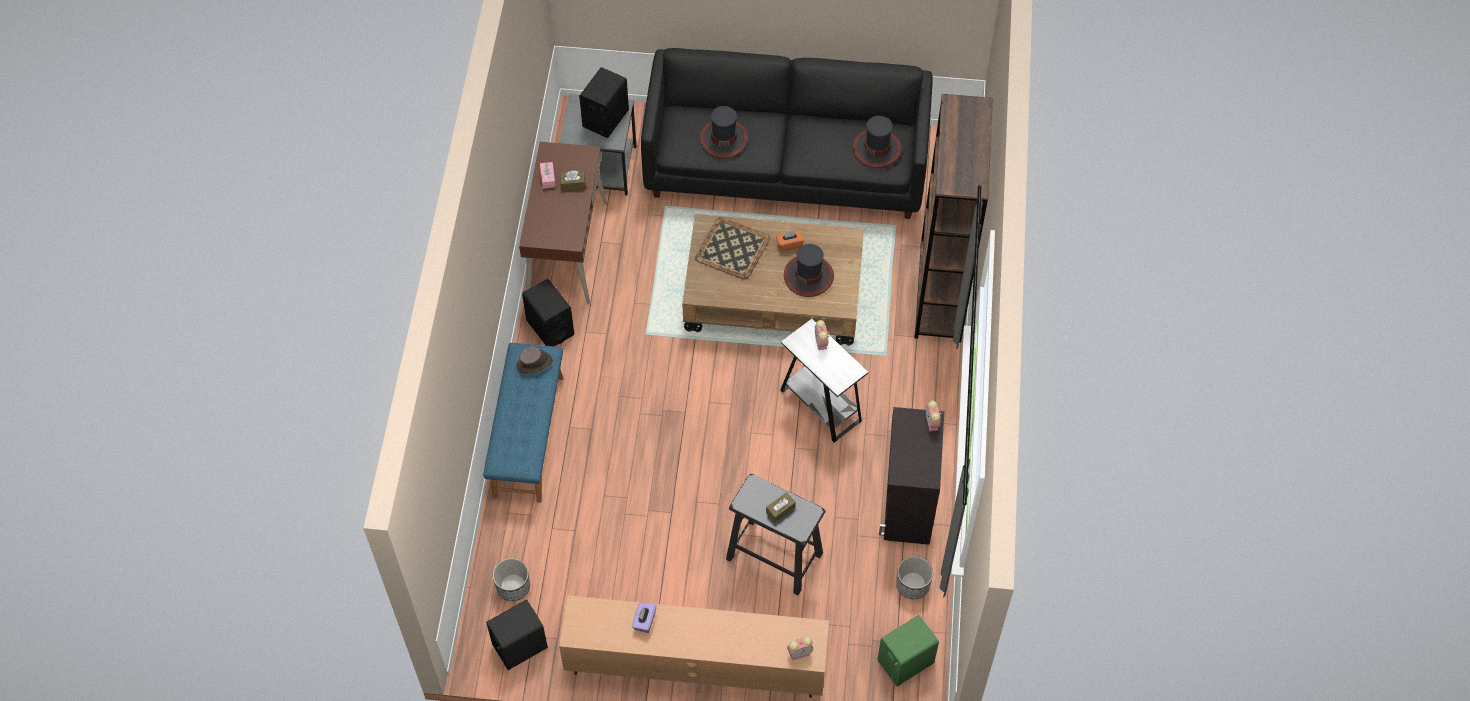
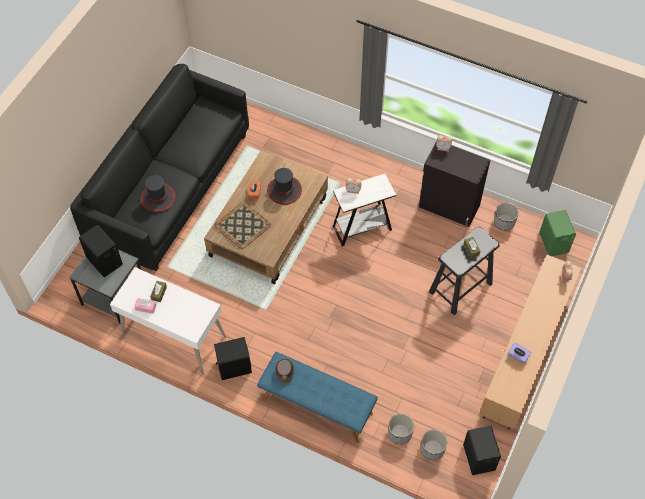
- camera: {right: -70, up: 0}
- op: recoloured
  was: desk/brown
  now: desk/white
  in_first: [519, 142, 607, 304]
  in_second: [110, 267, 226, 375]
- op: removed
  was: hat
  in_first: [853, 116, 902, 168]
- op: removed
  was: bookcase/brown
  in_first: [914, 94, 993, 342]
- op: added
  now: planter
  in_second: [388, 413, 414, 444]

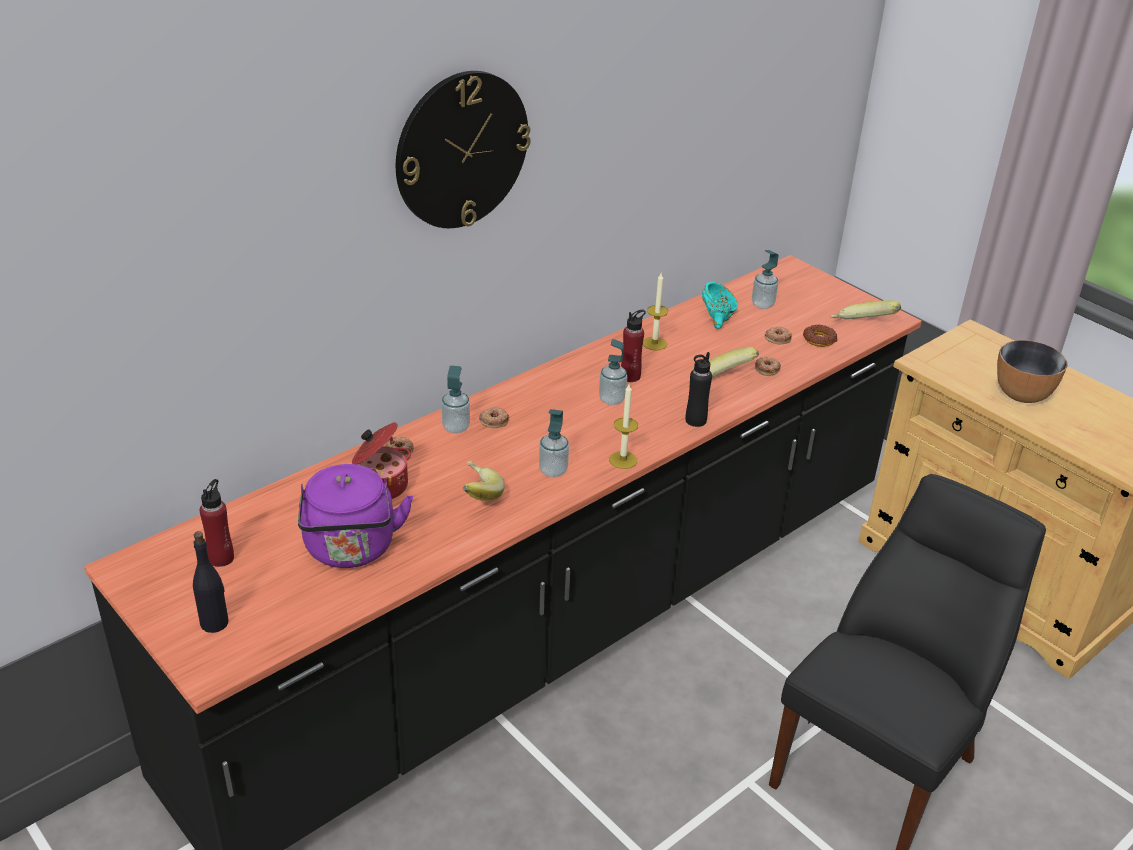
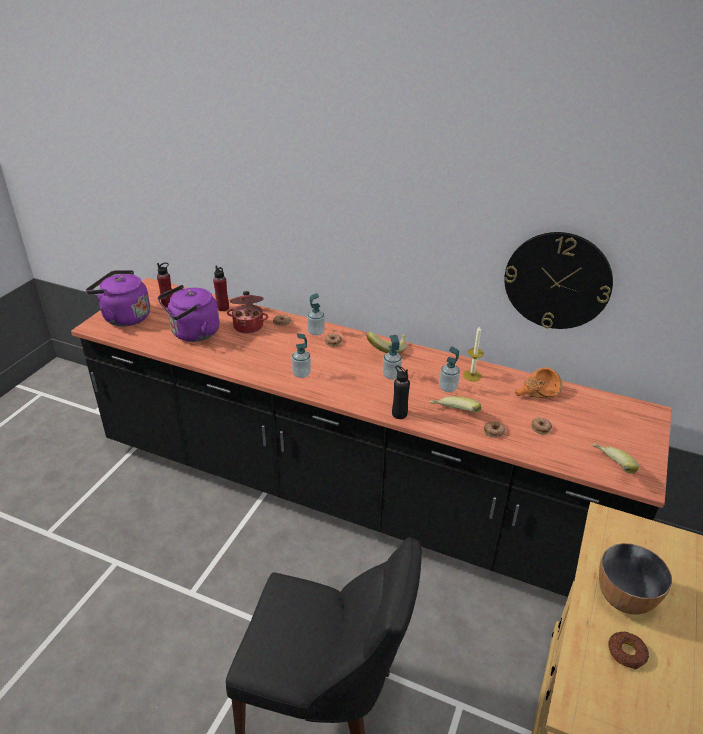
- camera: {right: 65, up: 0}
- op: replaced
  was: bottle/black
  now: kettle/purple
  in_first: [193, 531, 228, 633]
  in_second: [86, 270, 150, 326]
- op: moved
  was: wall clock
  in_first: [396, 71, 531, 228]
  in_second: [504, 232, 613, 329]
- op: moved
  was: banana
  in_first: [463, 461, 505, 501]
  in_second: [366, 332, 407, 354]
- op: removed
  was: candle
  in_first: [609, 384, 638, 469]
- op: moved
  was: bottle/red
  in_first: [621, 310, 646, 382]
  in_second: [213, 265, 229, 311]
- op: recoloured
  was: bowl/turquoise
  now: bowl/orange
  in_first: [702, 282, 738, 329]
  in_second: [515, 367, 562, 398]
- op: moved
  was: soap dispenser
  in_first: [752, 250, 778, 309]
  in_second: [439, 346, 460, 392]
- op: moved
  was: donut
  in_first: [803, 324, 838, 347]
  in_second: [608, 631, 649, 669]

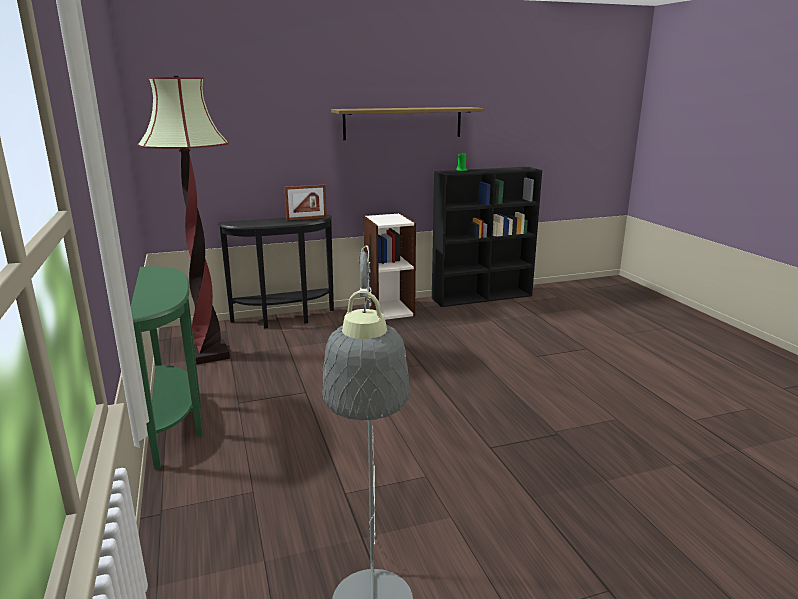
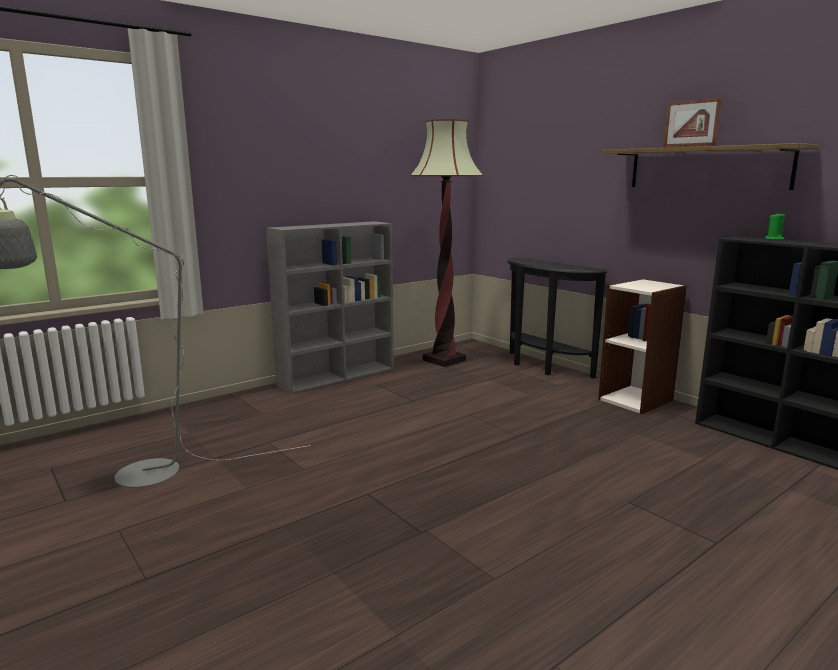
- camera: {right: 70, up: -5}
- op: replaced
  was: console table/green
  now: bookcase/grey
  in_first: [131, 267, 203, 469]
  in_second: [266, 221, 394, 394]
- op: moved
  was: picture frame
  in_first: [284, 185, 327, 220]
  in_second: [663, 97, 722, 148]

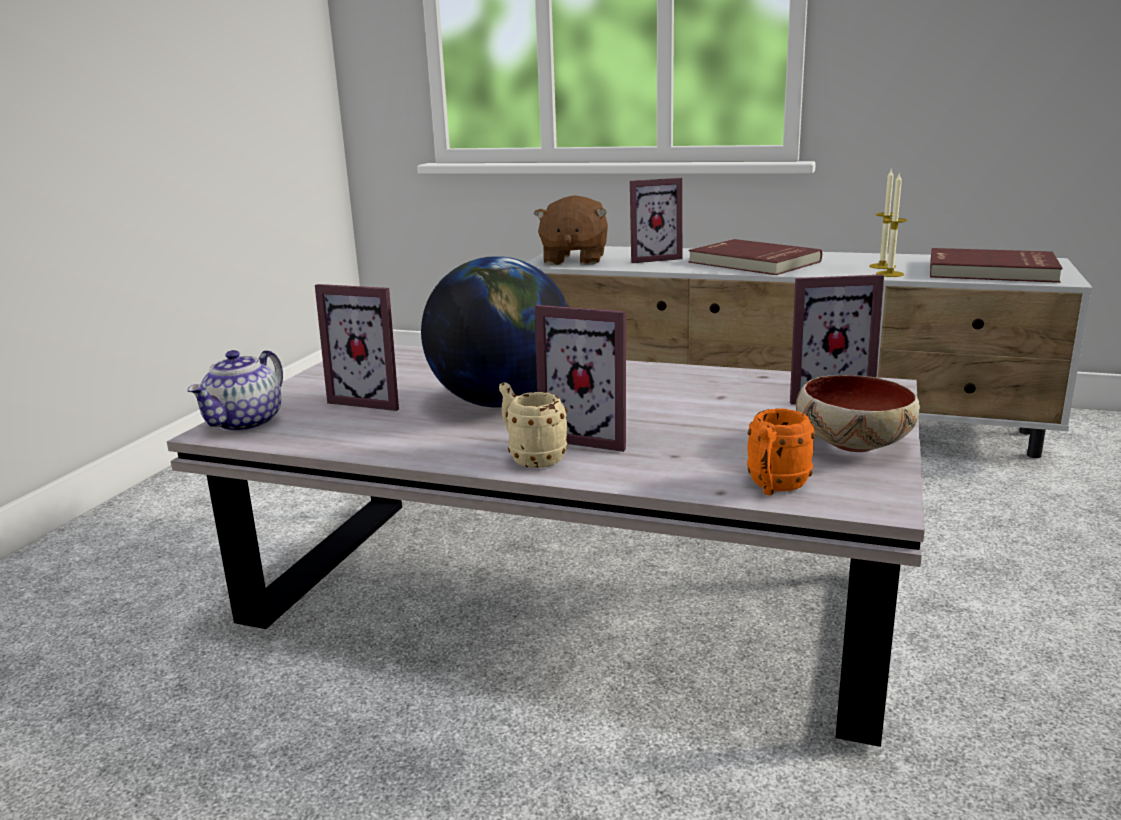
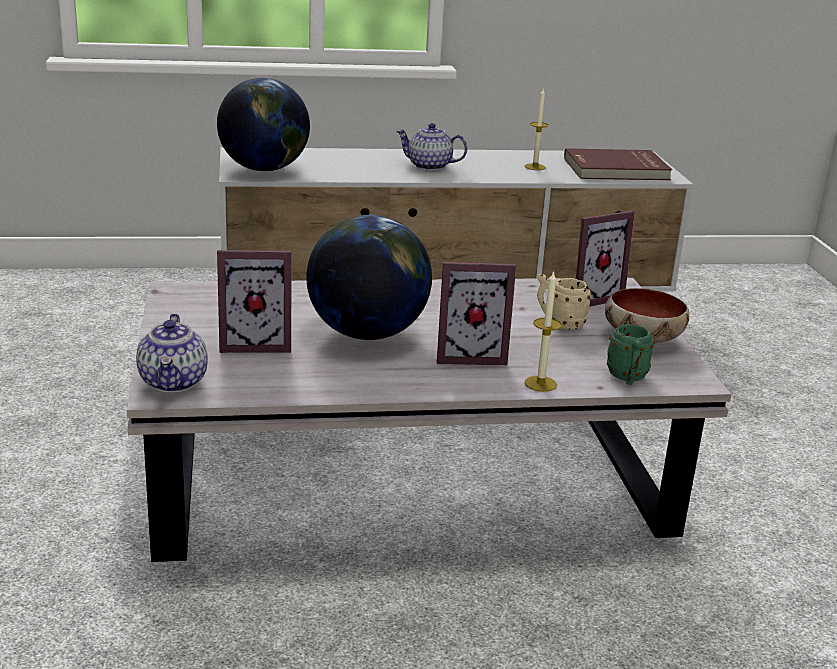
- camera: {right: -30, up: 5}
- op: moved
  was: mug/beige
  in_first: [499, 382, 568, 468]
  in_second: [537, 274, 592, 330]
- op: replaced
  was: plush toy/brown
  now: globe
  in_first: [533, 195, 608, 265]
  in_second: [217, 78, 310, 171]
- op: removed
  was: picture frame
  in_first: [630, 178, 683, 263]
- op: replaced
  was: book/red
  now: teapot
  in_first: [688, 239, 822, 275]
  in_second: [396, 123, 468, 171]
- op: recoloured
  was: mug/orange
  now: mug/green
  in_first: [747, 408, 815, 495]
  in_second: [607, 324, 655, 385]
- op: moved
  was: candle
  in_first: [876, 172, 907, 277]
  in_second: [525, 270, 562, 392]

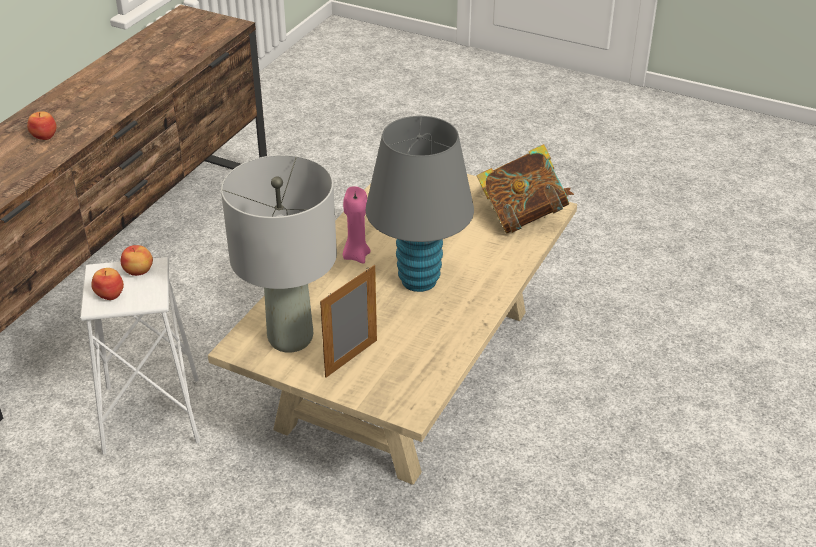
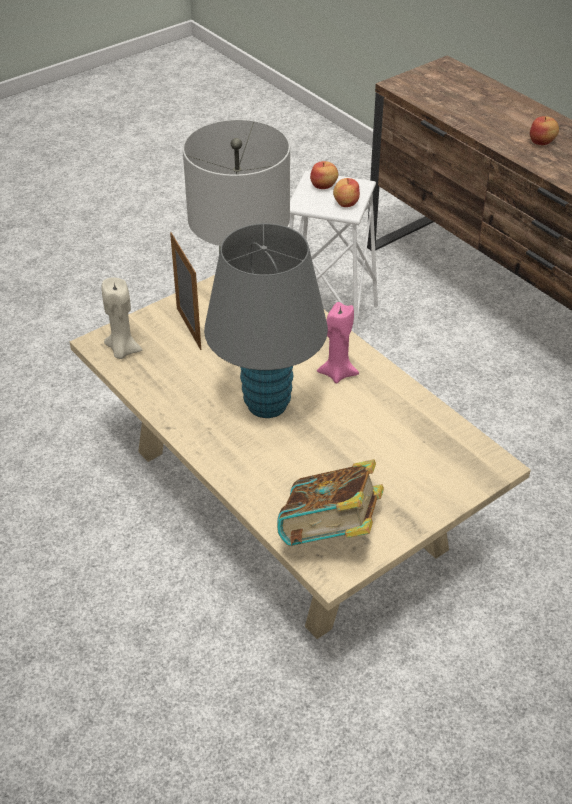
- camera: {right: 115, up: 5}
- op: added
  now: candle/beige
  in_second: [102, 278, 142, 359]

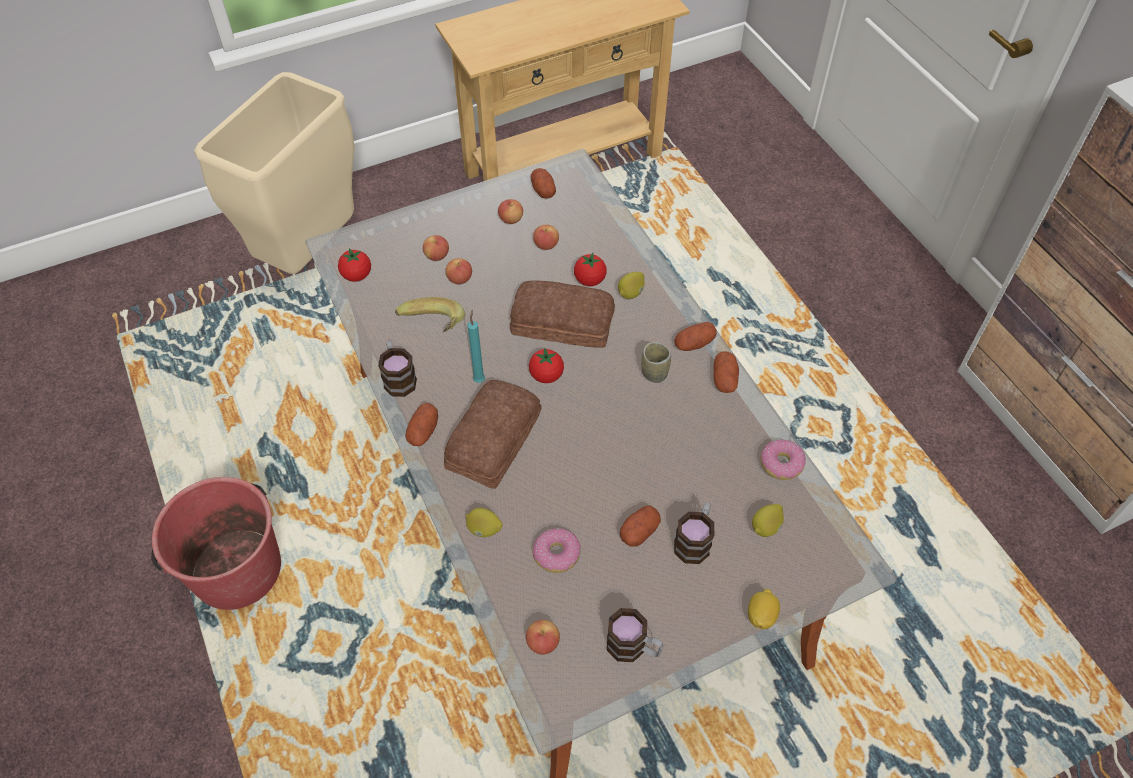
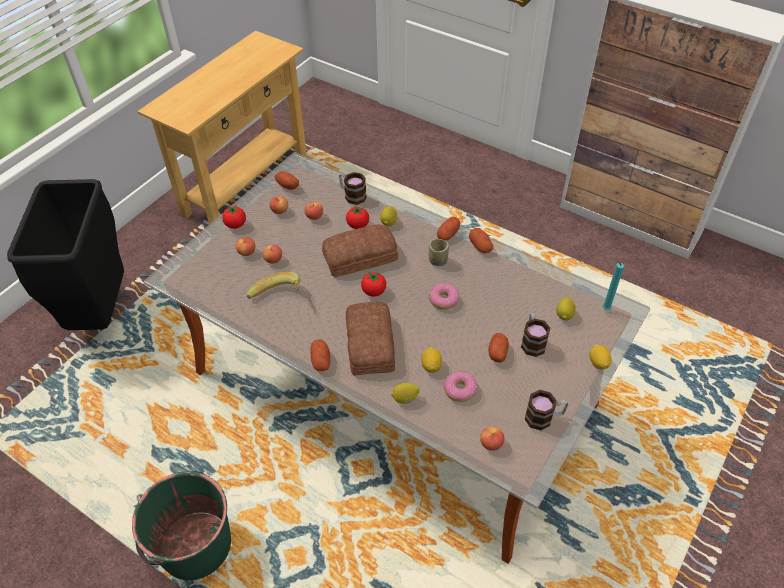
- camera: {right: -30, up: -5}
- op: recoloured
  was: bucket/red
  now: bucket/green
  in_first: [151, 477, 281, 610]
  in_second: [132, 471, 231, 580]
- op: recoloured
  was: trash can/beige
  now: trash can/black
  in_first: [194, 72, 355, 274]
  in_second: [7, 179, 124, 330]
- op: moved
  was: tomato
  in_first: [338, 248, 371, 281]
  in_second: [222, 206, 246, 229]
- op: moved
  was: mug
  in_first: [378, 340, 417, 397]
  in_second: [339, 172, 367, 205]
- op: moved
  was: candle/turquoise
  in_first: [467, 310, 485, 383]
  in_second: [602, 255, 624, 310]
- op: moved
  was: donut
  in_first: [761, 439, 806, 480]
  in_second: [429, 283, 459, 310]
- op: added
  now: lemon
  in_second: [421, 347, 442, 373]

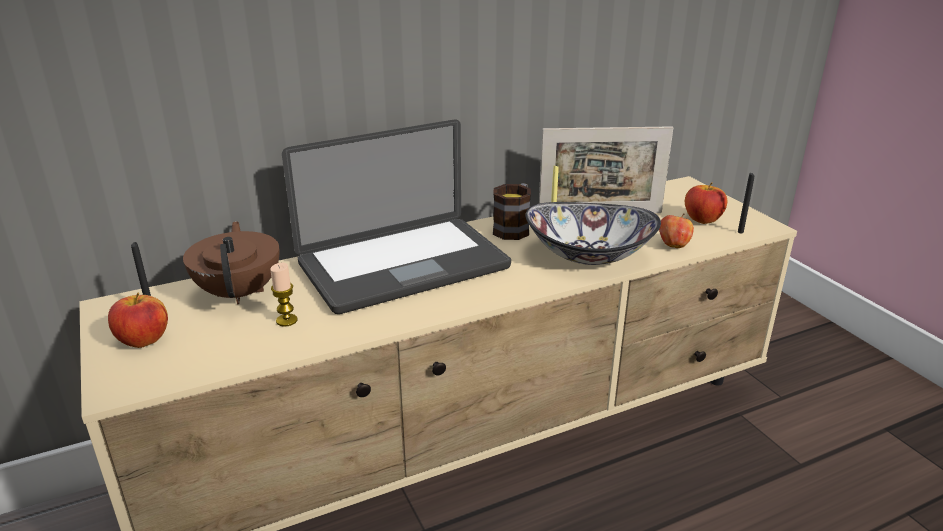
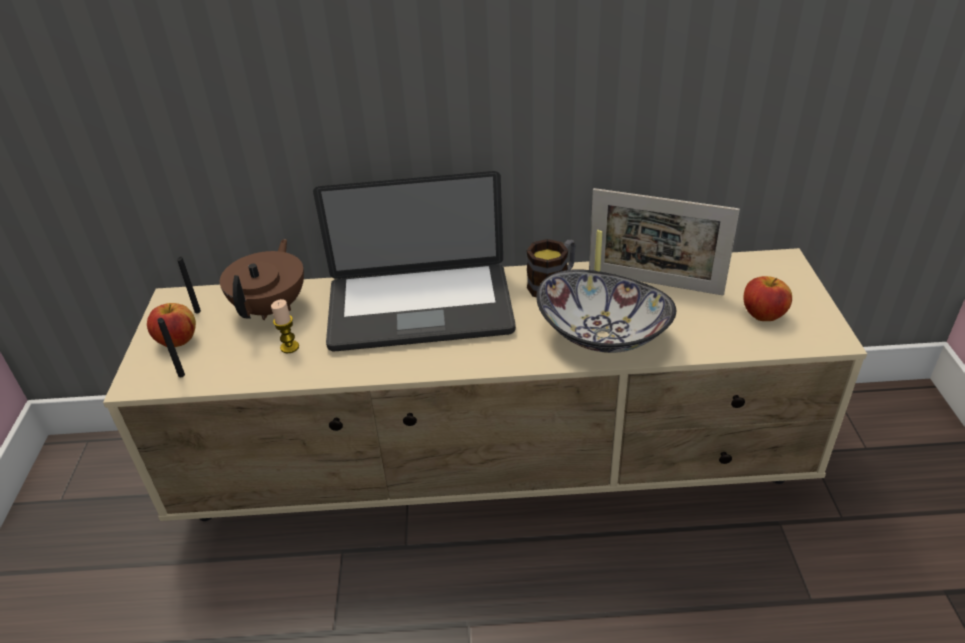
- camera: {right: 25, up: 10}
- op: removed
  was: apple
  in_first: [659, 213, 694, 248]
- op: moved
  was: candle/black
  in_first: [738, 172, 755, 234]
  in_second: [157, 318, 185, 377]

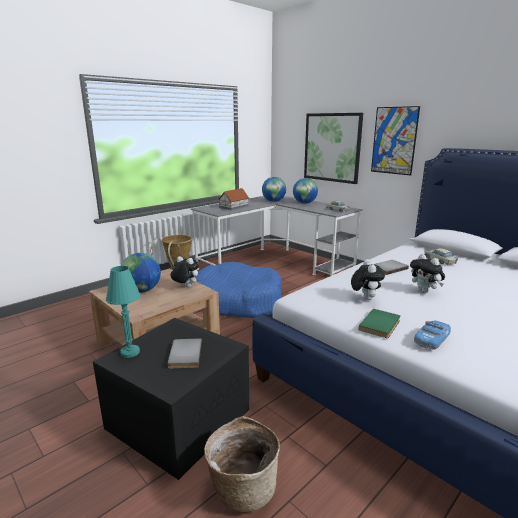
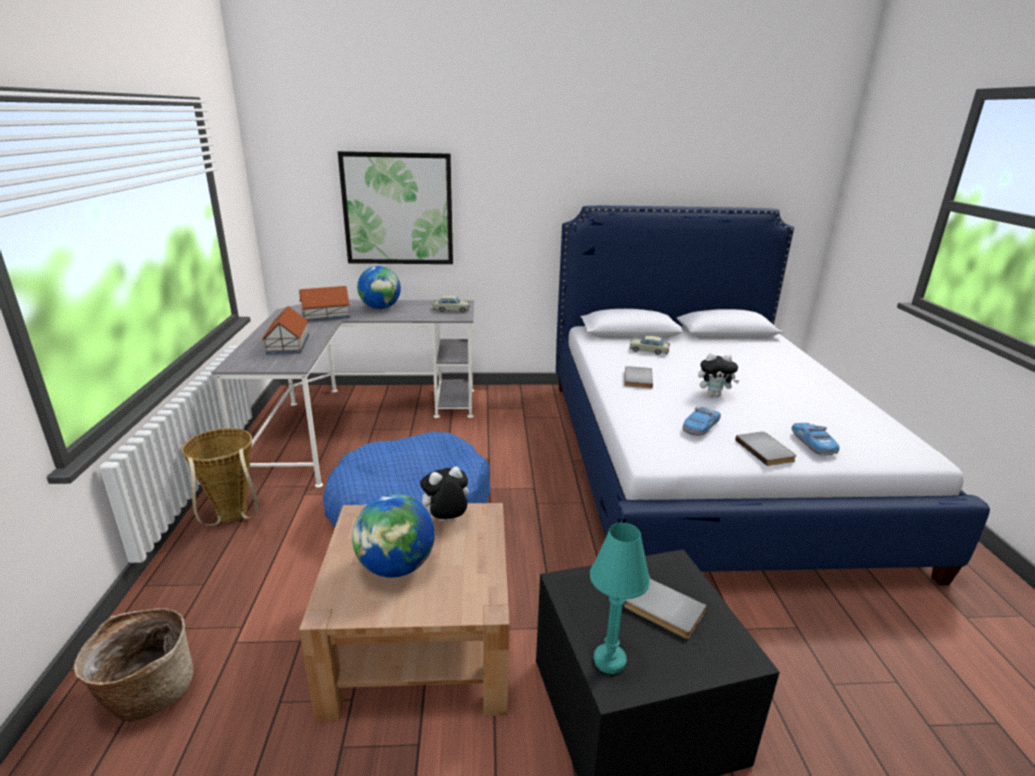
- camera: {right: -50, up: 5}
- op: moved
  was: basket
  in_first: [204, 416, 280, 512]
  in_second: [74, 608, 193, 722]
- op: replaced
  was: globe
  now: toy house
  in_first: [262, 177, 286, 202]
  in_second: [299, 286, 350, 322]
- op: replaced
  was: plush toy
  now: toy car
  in_first: [351, 259, 385, 300]
  in_second: [682, 407, 721, 436]
- op: recoloured
  was: book/green
  now: book/grey
  in_first: [359, 309, 400, 338]
  in_second: [735, 432, 797, 466]
- op: removed
  was: picture
  in_first: [371, 106, 420, 175]

